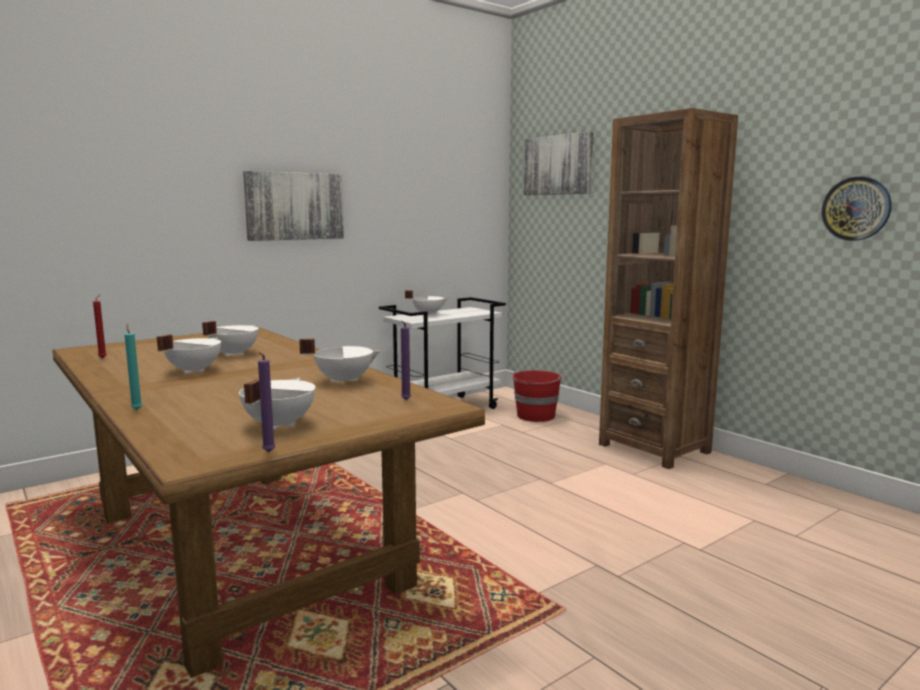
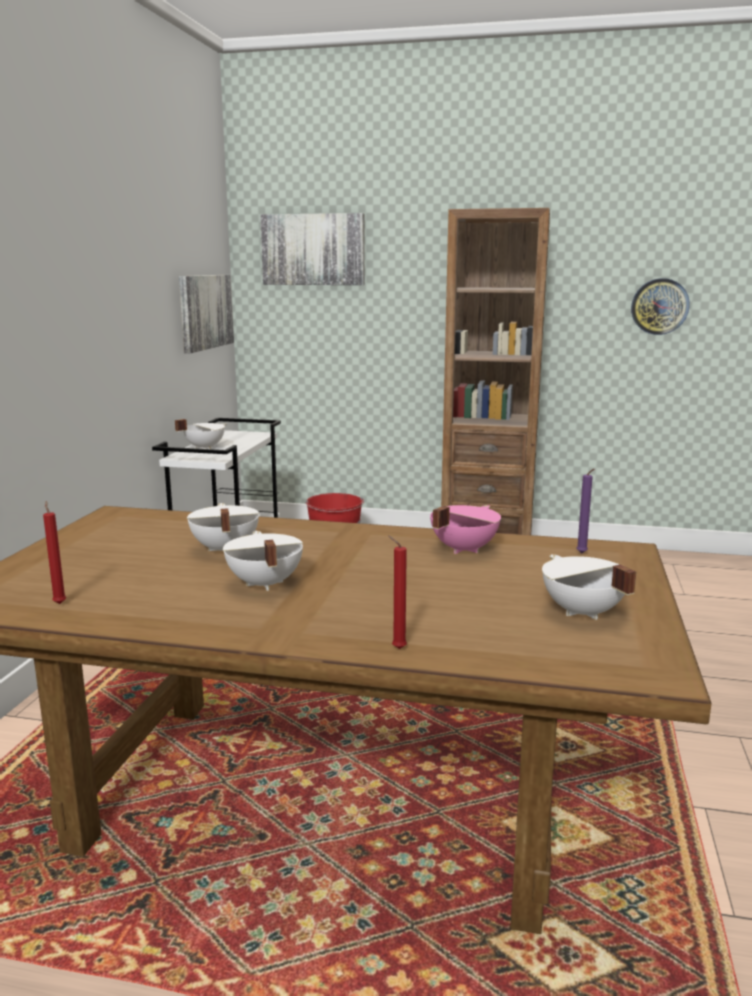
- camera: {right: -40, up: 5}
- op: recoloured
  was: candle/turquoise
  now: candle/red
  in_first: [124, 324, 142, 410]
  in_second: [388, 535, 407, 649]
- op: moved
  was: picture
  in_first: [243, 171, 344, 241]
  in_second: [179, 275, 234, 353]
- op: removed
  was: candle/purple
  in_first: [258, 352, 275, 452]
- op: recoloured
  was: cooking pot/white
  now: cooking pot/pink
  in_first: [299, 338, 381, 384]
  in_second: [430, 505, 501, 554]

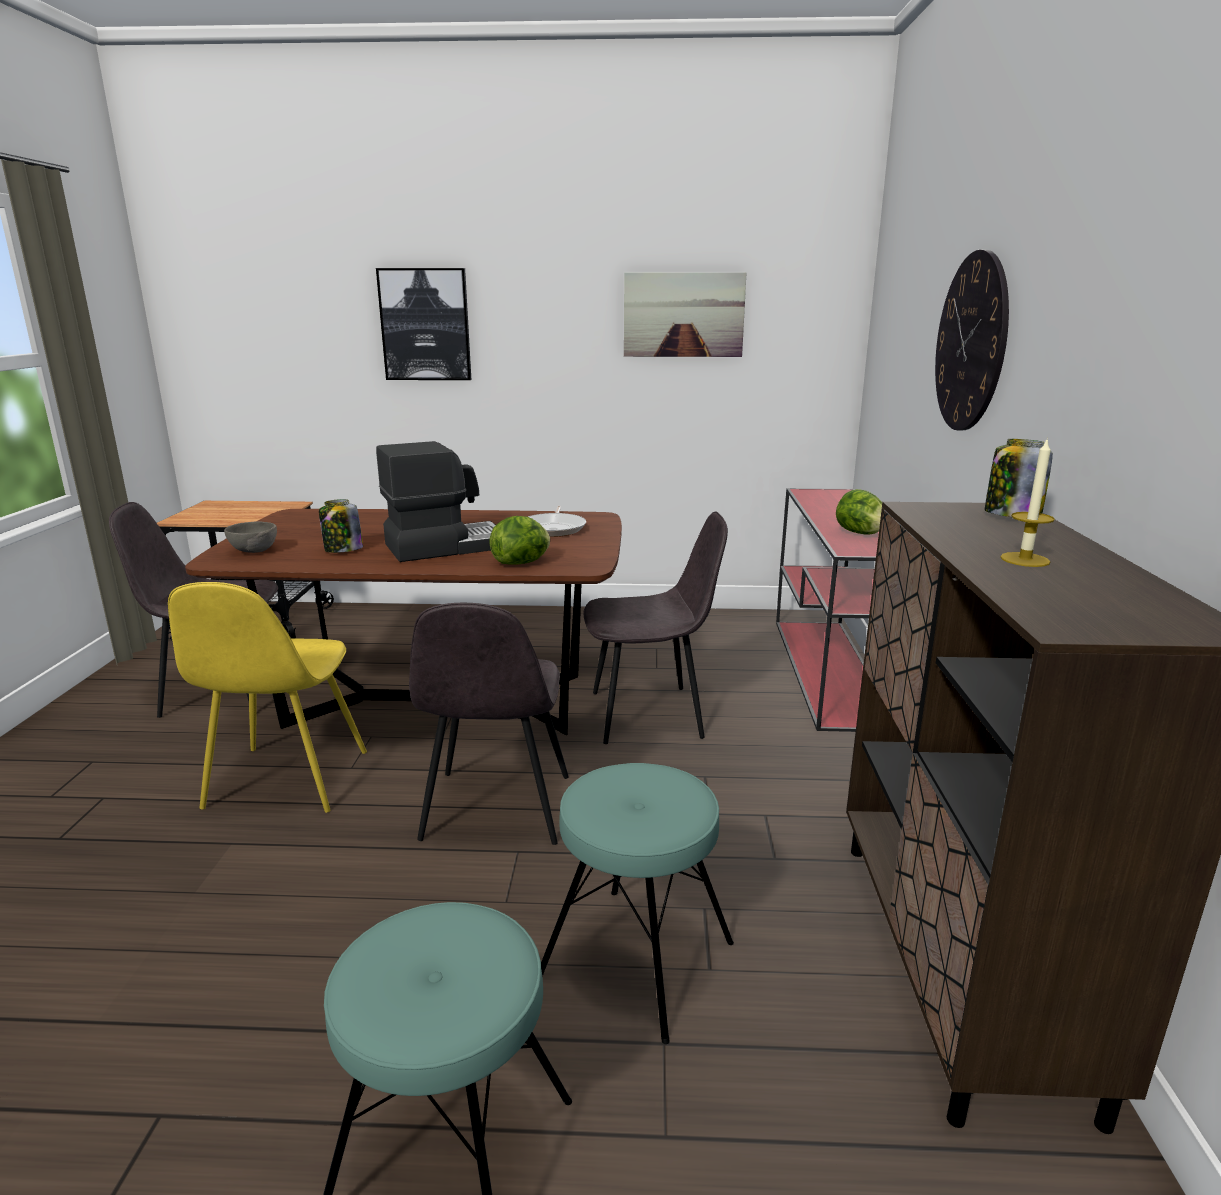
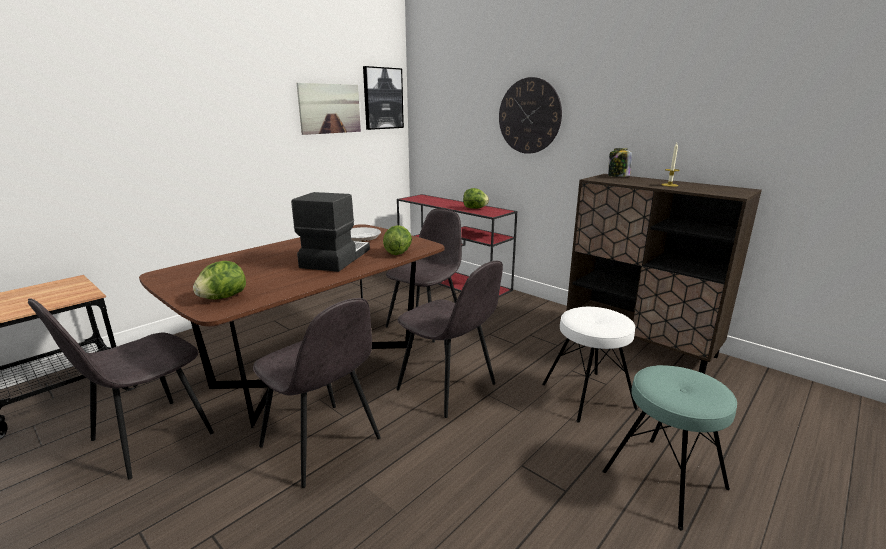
- camera: {right: -50, up: 0}
- op: recoloured
  was: chair/yellow
  now: chair/grey
  in_first: [168, 582, 367, 813]
  in_second: [253, 298, 381, 488]
- op: replaced
  was: bowl/grey
  now: lettuce
  in_first: [224, 521, 277, 553]
  in_second: [193, 261, 246, 300]
- op: removed
  was: jar
  in_first: [319, 499, 363, 553]
- op: moved
  was: picture
  in_first: [376, 268, 471, 380]
  in_second: [363, 66, 404, 130]
- op: recoloured
  was: stool/turquoise
  now: stool/white
  in_first: [541, 763, 734, 1044]
  in_second: [542, 307, 638, 423]

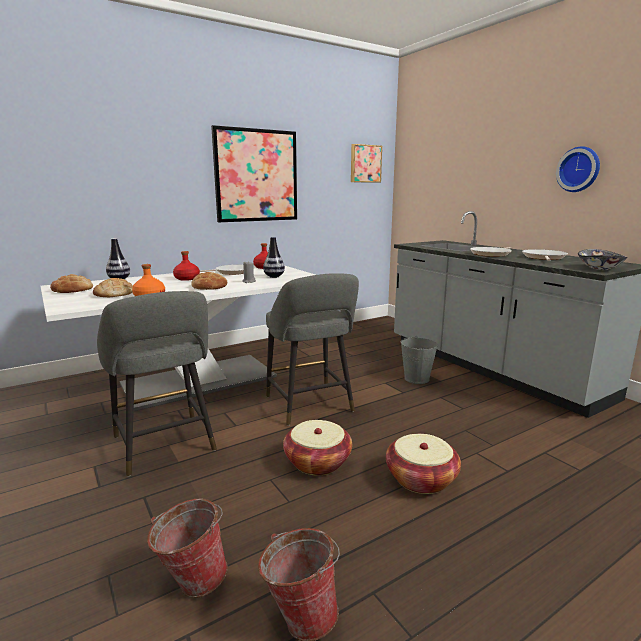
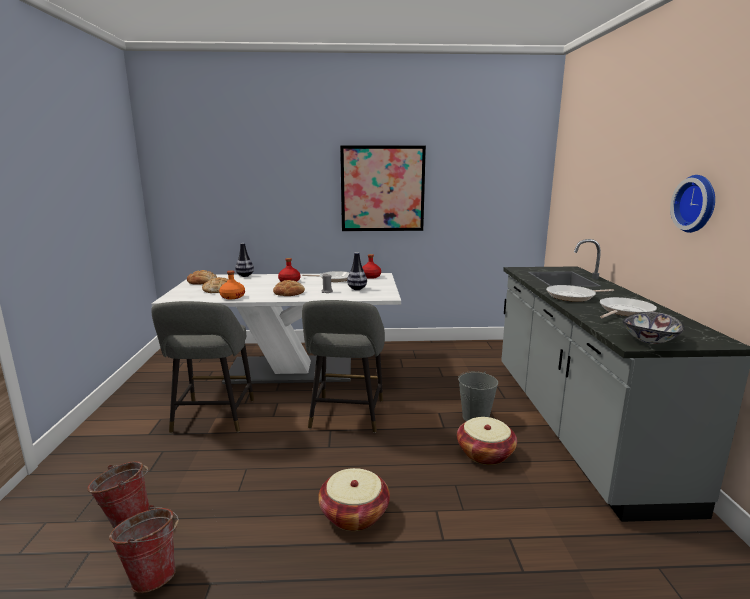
- camera: {right: 30, up: 0}
- op: moved
  was: basket
  in_first: [283, 420, 352, 476]
  in_second: [457, 417, 517, 465]
- op: removed
  was: picture
  in_first: [351, 144, 382, 183]

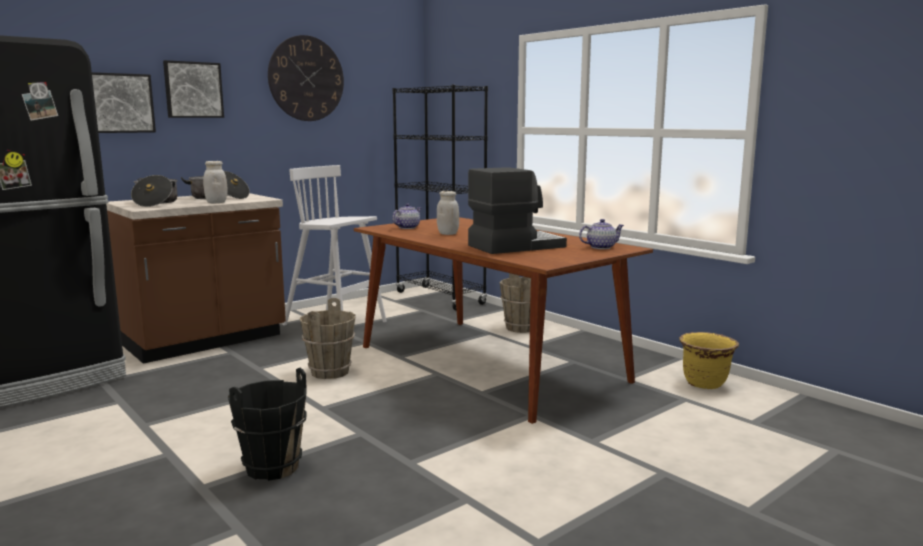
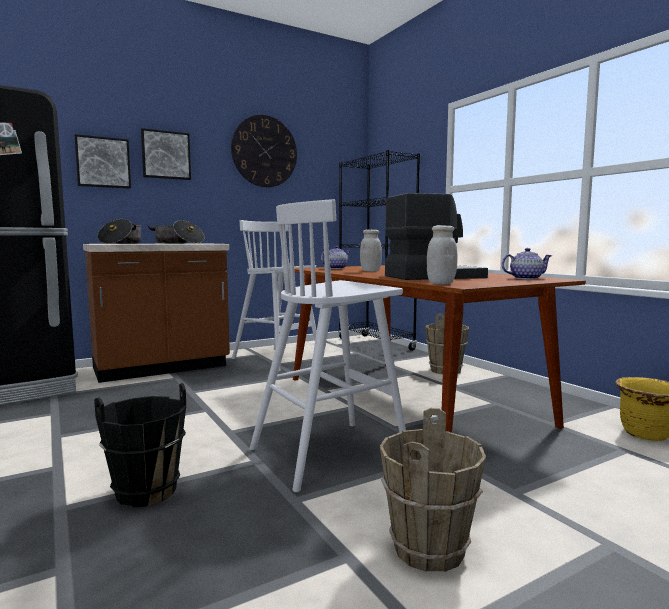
- camera: {right: 10, up: -5}
- op: moved
  was: jar/white
  in_first: [203, 161, 228, 203]
  in_second: [427, 225, 457, 284]
- op: moved
  was: bucket/brown
  in_first: [300, 298, 356, 379]
  in_second: [380, 408, 486, 572]
- op: added
  now: stool/white
  in_second: [250, 200, 406, 493]

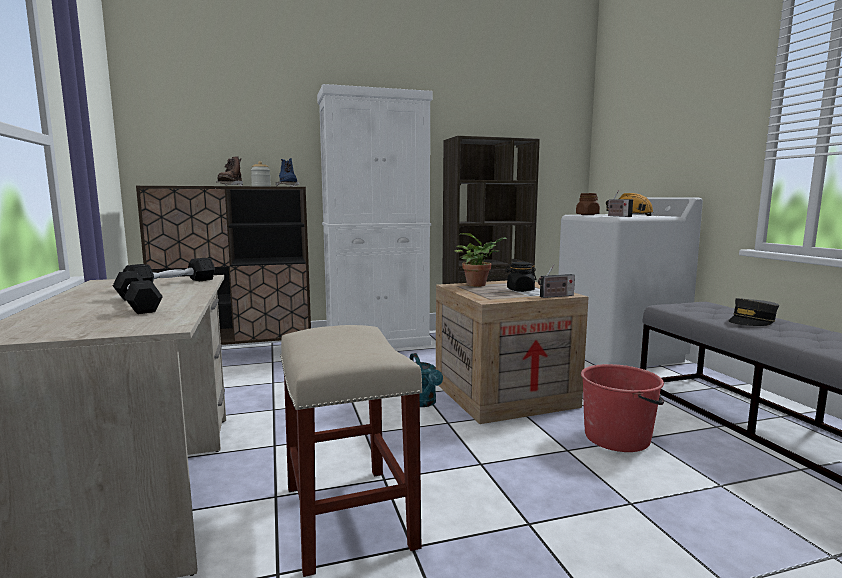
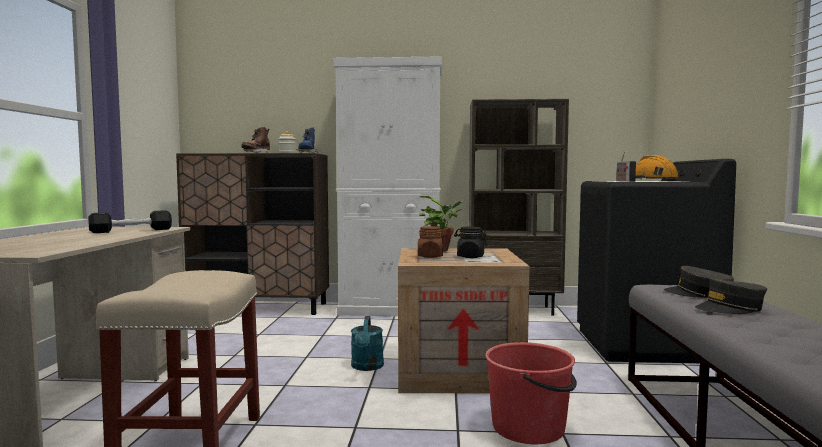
- camera: {right: 20, up: -5}
- op: removed
  was: dumbbell/black
  in_first: [113, 271, 163, 314]
- op: removed
  was: radio
  in_first: [538, 264, 575, 298]
- op: recoloured
  was: washing machine/white
  now: washing machine/black
  in_first: [558, 197, 703, 367]
  in_second: [577, 159, 736, 363]
- op: moved
  was: jar/brown
  in_first: [576, 193, 600, 215]
  in_second: [418, 226, 443, 258]
- op: added
  now: cap/grey
  in_second: [664, 266, 734, 298]

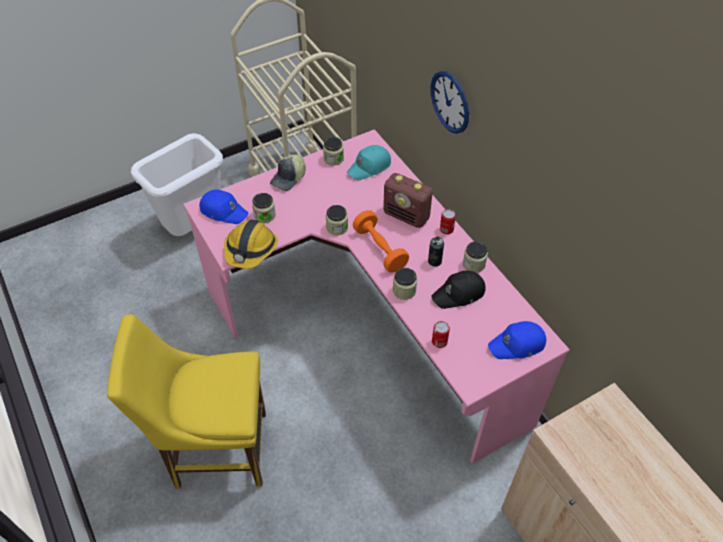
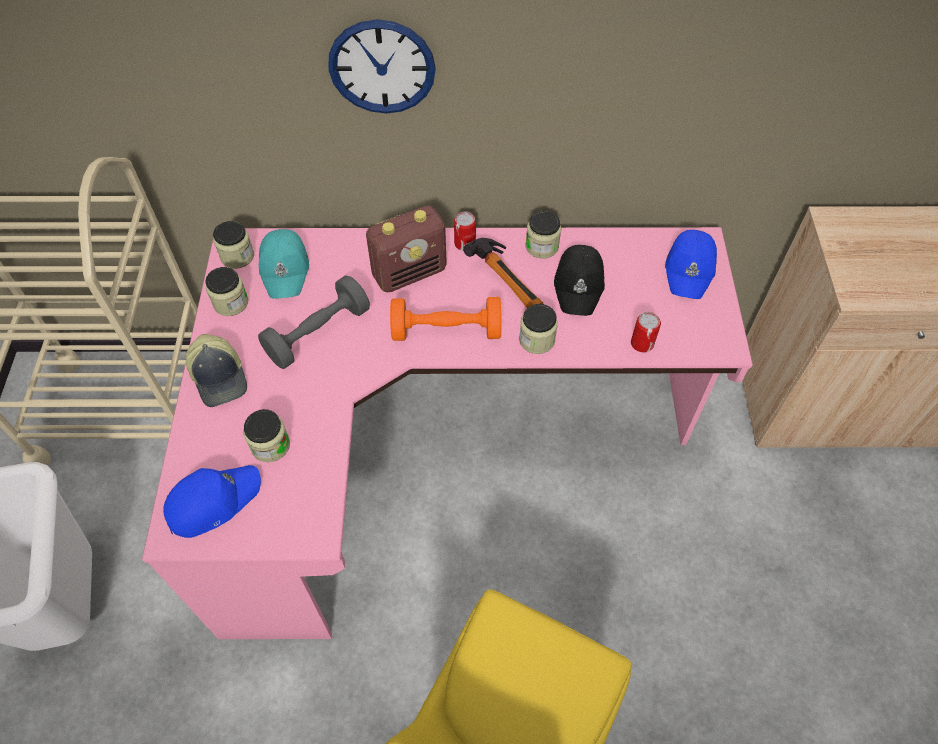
- camera: {right: -60, up: 5}
- op: removed
  was: hard hat
  in_first: [224, 220, 278, 269]
- op: moved
  was: jar
  in_first: [326, 205, 348, 236]
  in_second: [213, 221, 254, 269]
- op: replaced
  was: can
  now: hammer
  in_first: [428, 237, 444, 267]
  in_second: [463, 238, 543, 308]
- op: added
  now: dumbbell/grey
  in_second: [258, 275, 370, 369]

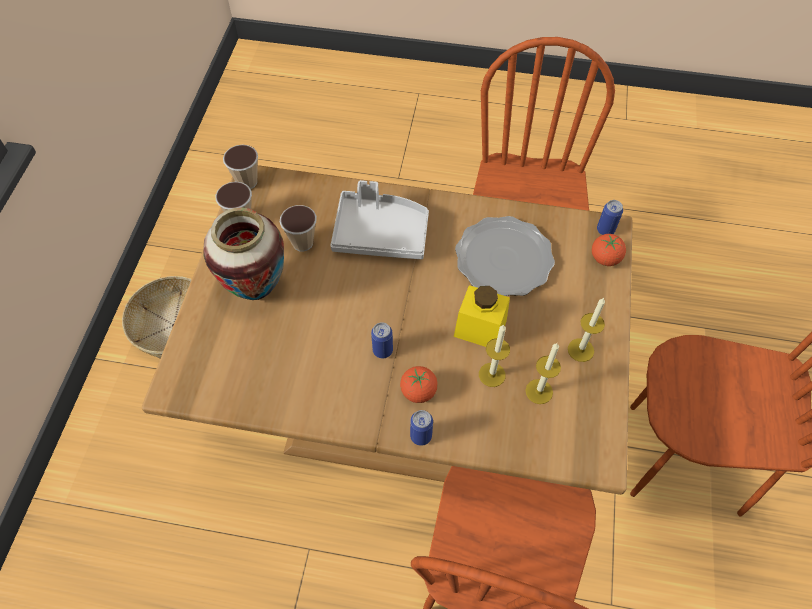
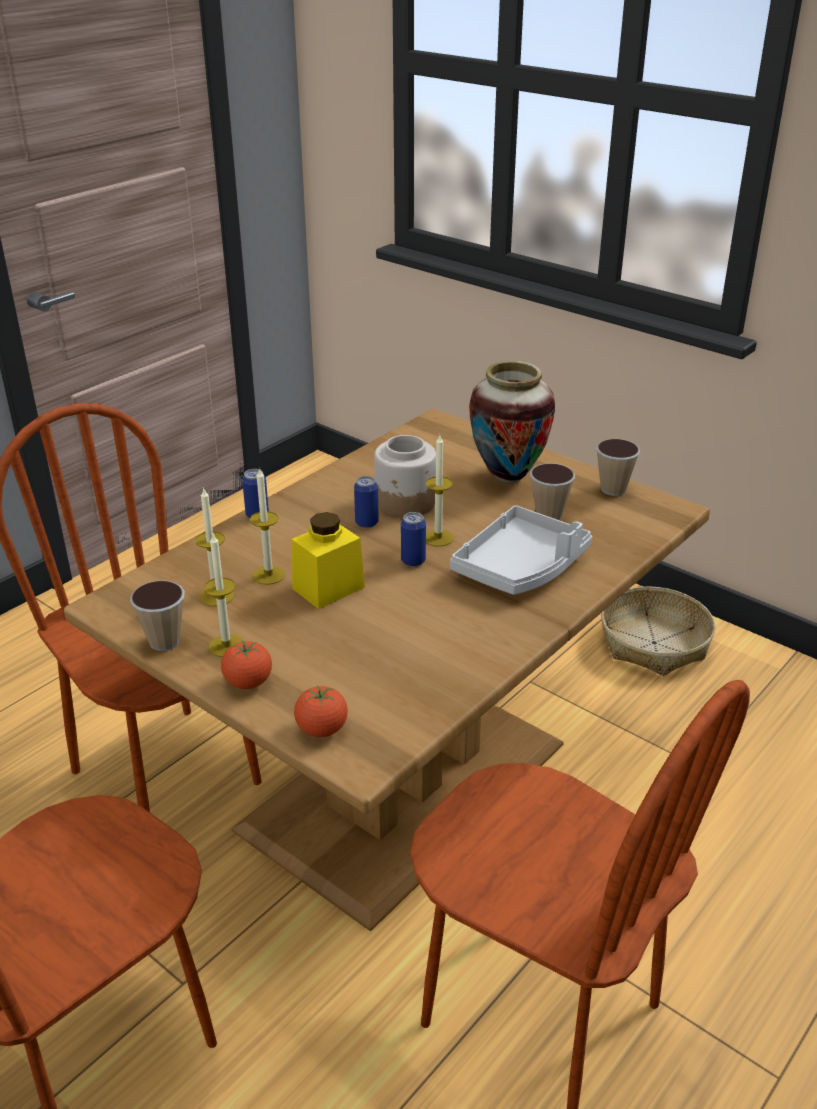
- camera: {right: 120, up: -25}
- op: moved
  was: cup
  in_first: [223, 145, 258, 189]
  in_second: [130, 580, 185, 651]
- op: moved
  was: tomato
  in_first: [400, 366, 438, 403]
  in_second: [221, 640, 272, 689]
- op: removed
  was: plate
  in_first: [455, 216, 555, 296]
- op: moved
  was: can
  in_first: [597, 200, 623, 235]
  in_second: [401, 512, 426, 567]
- op: added
  now: jar
  in_second: [374, 435, 436, 518]
- op: added
  now: candle
  in_second: [426, 435, 454, 547]

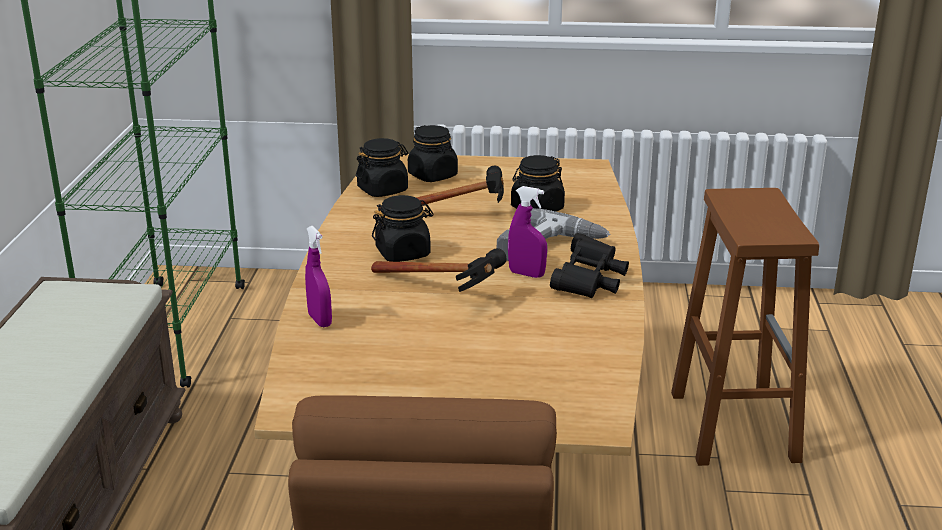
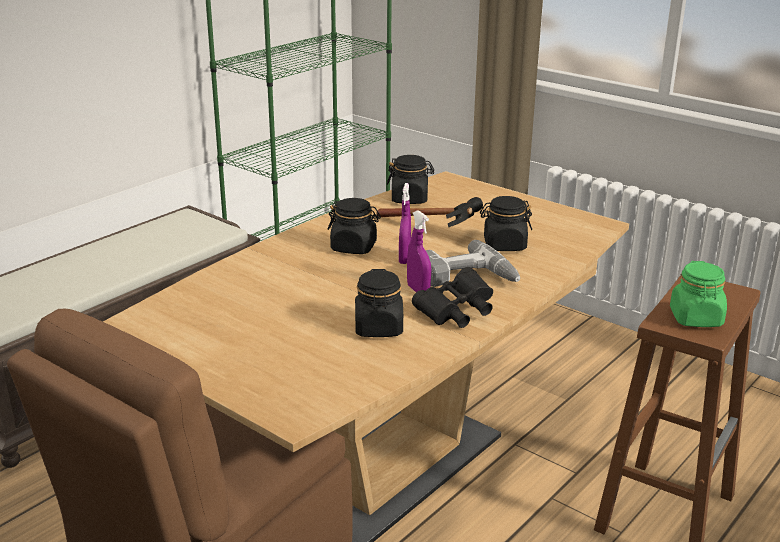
- camera: {right: 35, up: 0}
- op: moved
  was: spray bottle/purple
  in_first: [305, 226, 332, 327]
  in_second: [399, 183, 411, 264]
- op: removed
  was: hammer
  in_first: [371, 248, 507, 292]
- op: moved
  was: jar/black
  in_first: [408, 125, 458, 182]
  in_second: [355, 269, 403, 337]
- op: added
  now: jar/green
  in_second: [670, 261, 727, 327]

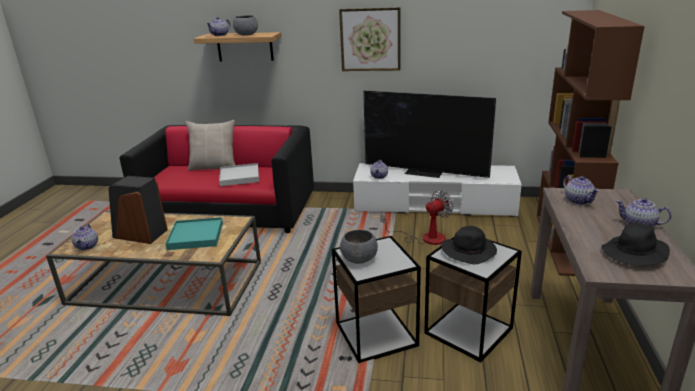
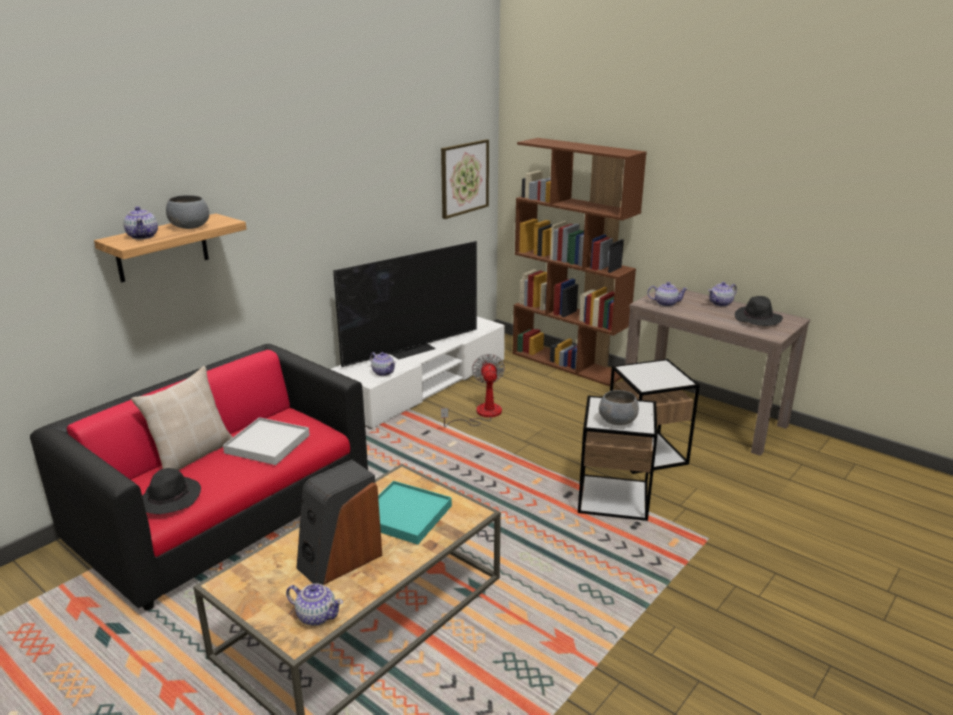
- camera: {right: -60, up: 0}
- op: moved
  was: picture
  in_first: [339, 7, 400, 71]
  in_second: [441, 139, 489, 219]
- op: moved
  was: hat/black
  in_first: [442, 226, 497, 264]
  in_second: [142, 468, 201, 514]

